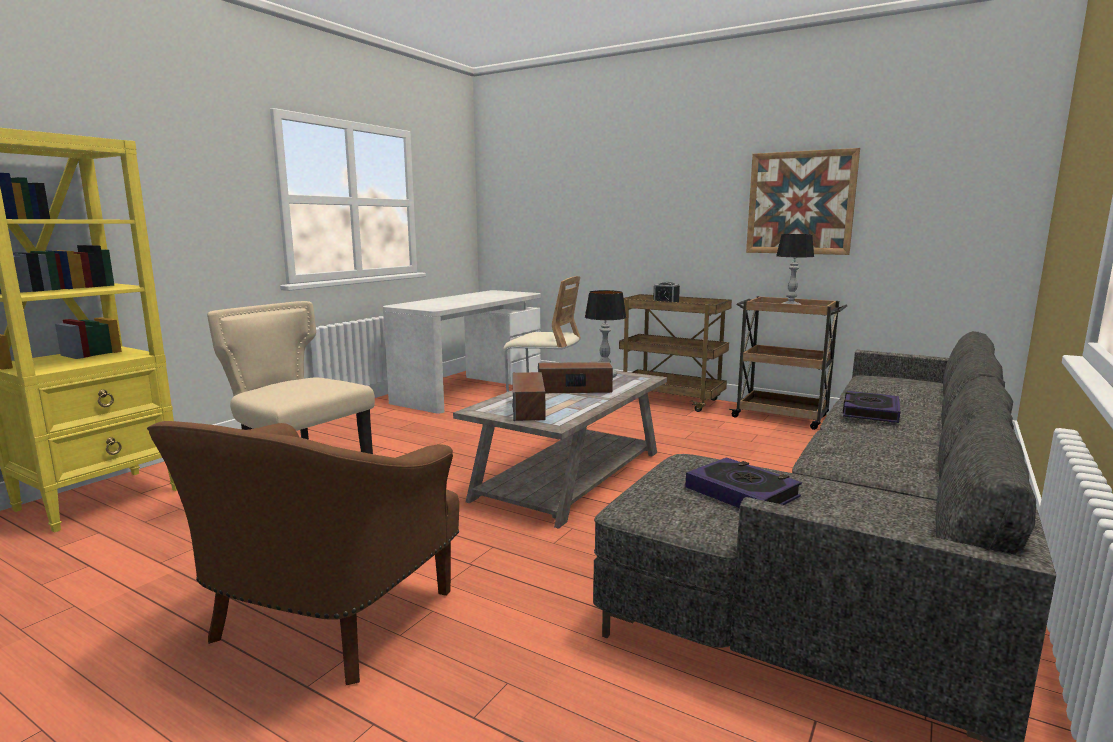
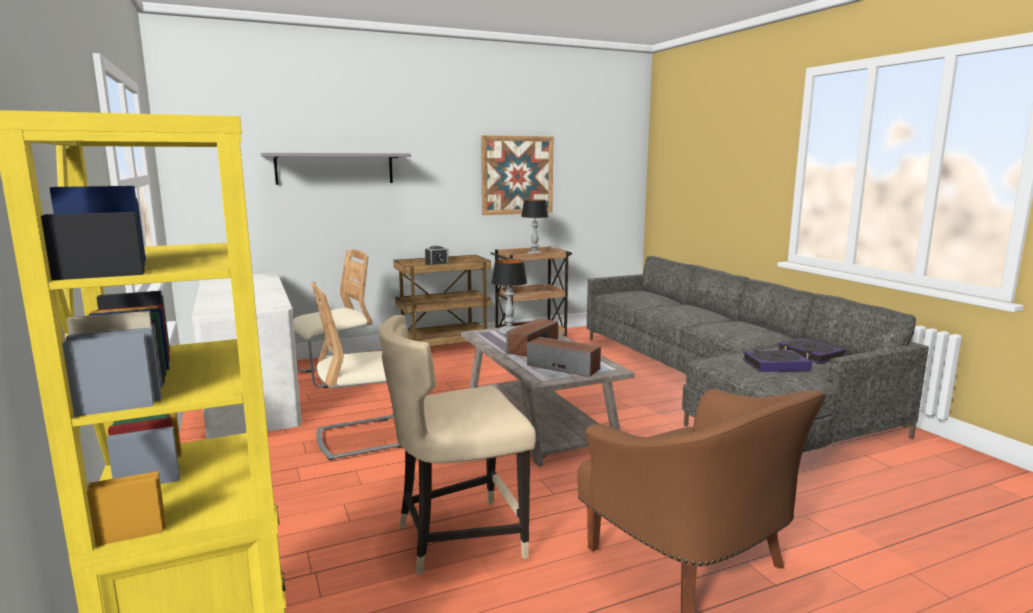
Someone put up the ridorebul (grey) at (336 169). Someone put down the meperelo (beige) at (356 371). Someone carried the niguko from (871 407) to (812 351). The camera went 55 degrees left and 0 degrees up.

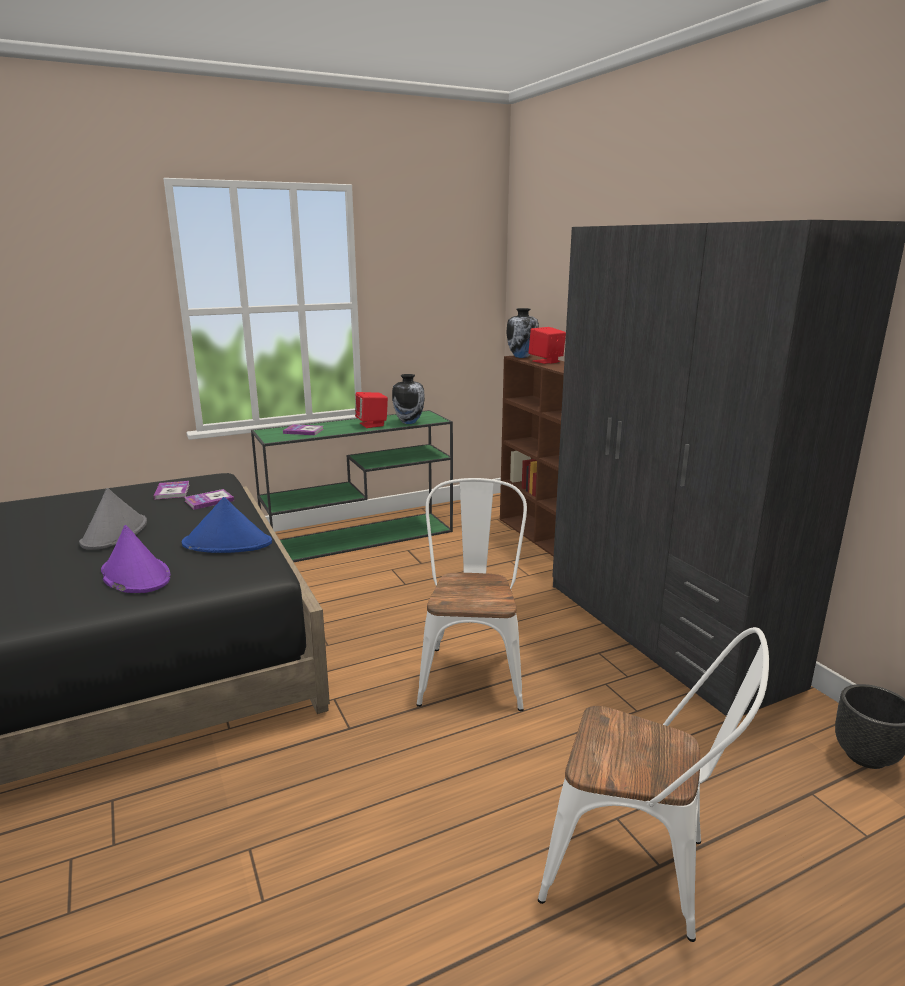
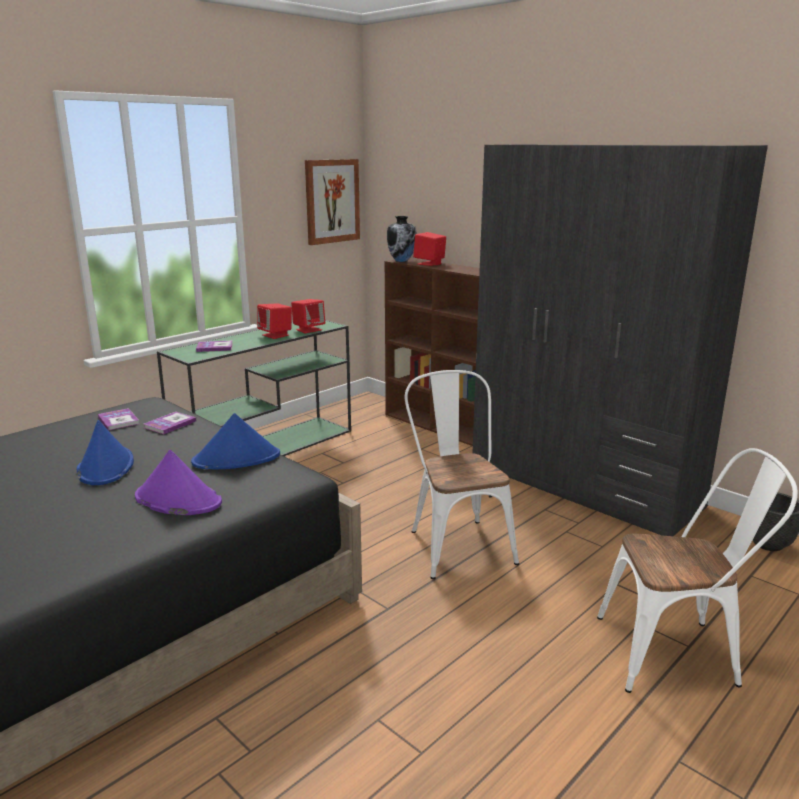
Someone put up the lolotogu at (332 202). Someone swapped the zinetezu at (408 399) for the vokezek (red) at (308 316). Someone repainted the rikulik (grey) at (113 519), which became the rikulik (blue) at (105 452). The camera went 20 degrees left and 0 degrees up.

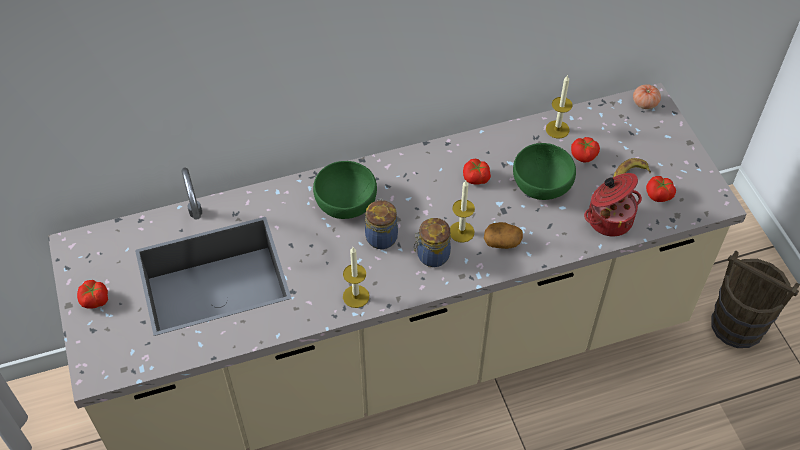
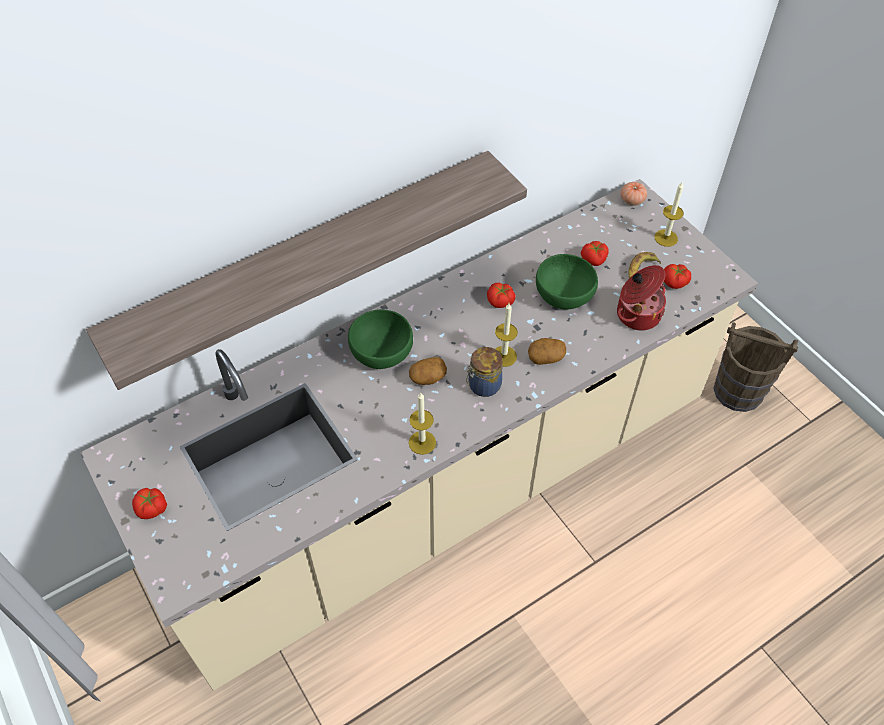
Someone put up the ridorebul at (306 270). Someone carried the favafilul from (559 107) to (669 214). Someone swapped the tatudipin at (381 224) for the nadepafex at (428 371). The camera went 15 degrees left and 0 degrees up.

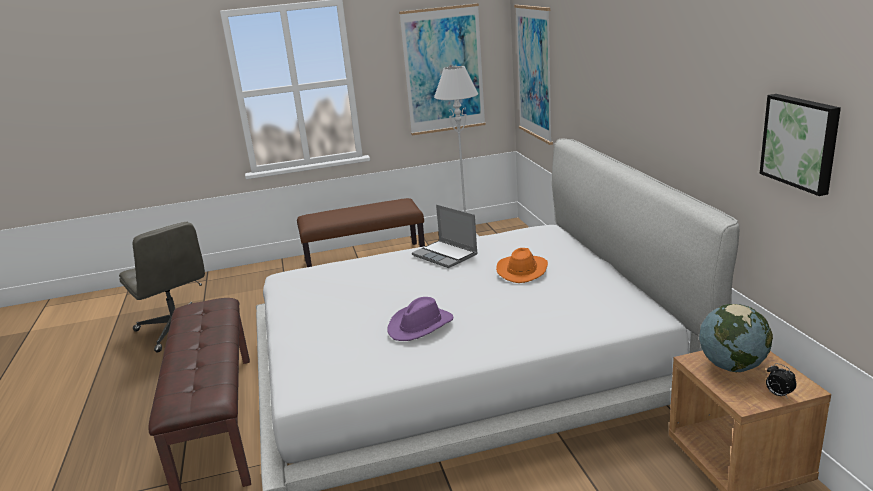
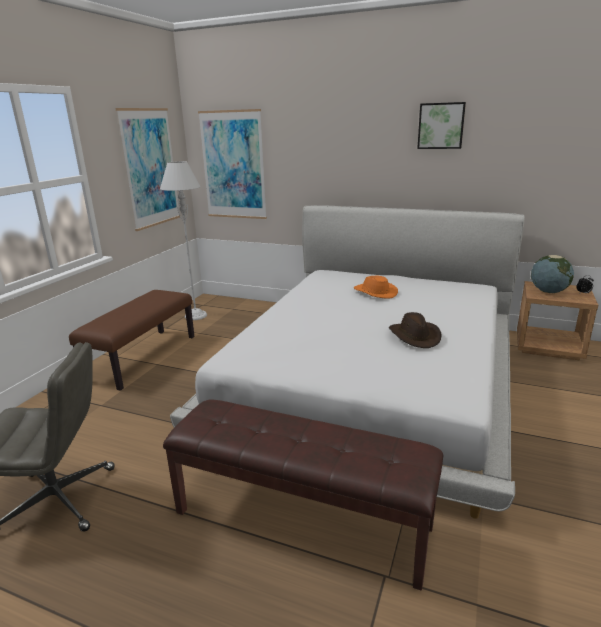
Someone took away the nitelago at (445 236). Someone carried the lolotogu from (800 145) to (441 125). Someone repainted the rikulik (purple) at (420 319), which became the rikulik (brown) at (415 330). The camera went 55 degrees left and 0 degrees up.

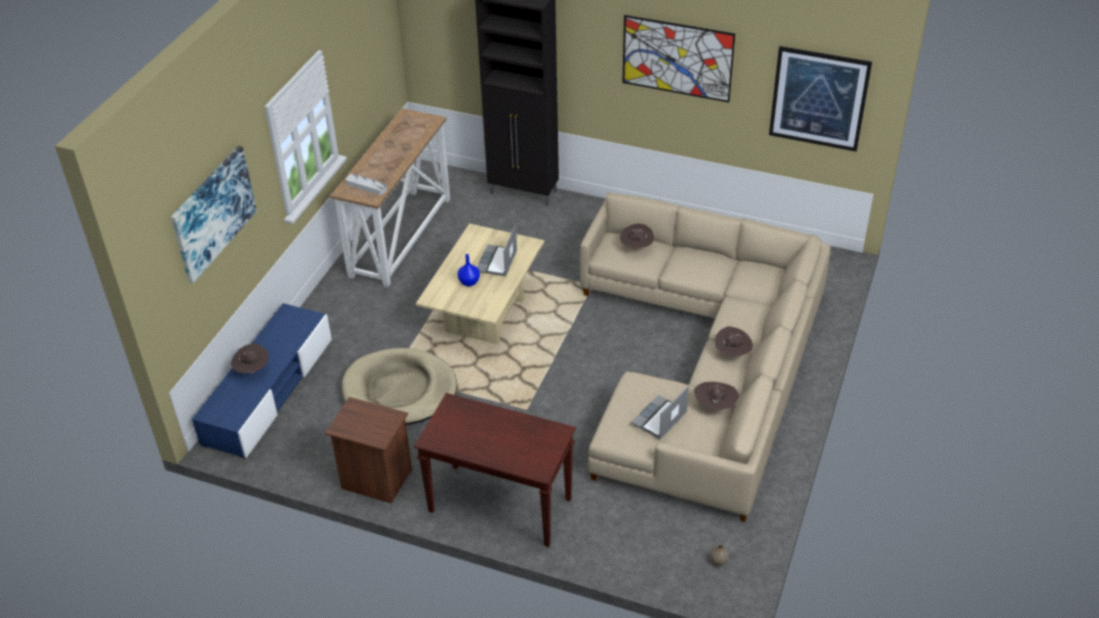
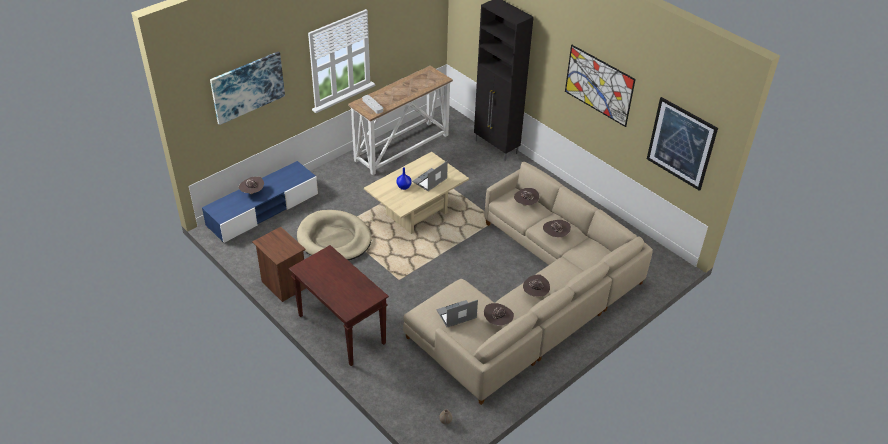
Someone put down the rikulik (brown) at (557 229). The camera went 25 degrees right and 0 degrees up.

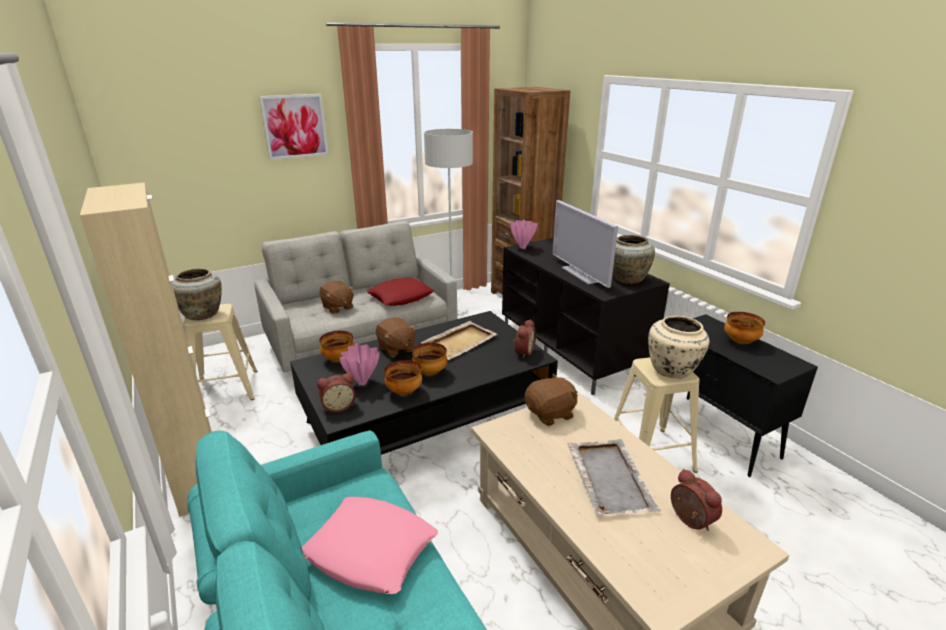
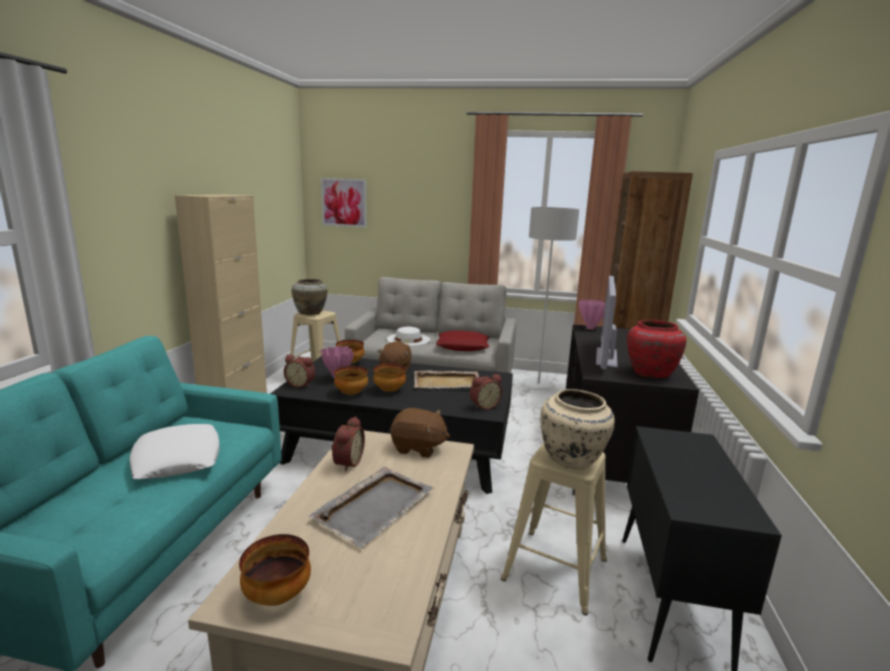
Someone carried the lolotogu from (294 127) to (344 203). Someone carried the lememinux from (696 500) to (348 444). Someone carried the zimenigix from (744 328) to (275 570). Someone swapped the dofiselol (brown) at (337 297) for the rikulik (white) at (408 336). Someone repainted the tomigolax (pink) at (370 545), which became the tomigolax (white) at (174 451). Someone repainted the zinetezu (beige) at (634 259), which became the zinetezu (red) at (656 349). The camera went 40 degrees right and 10 degrees down.

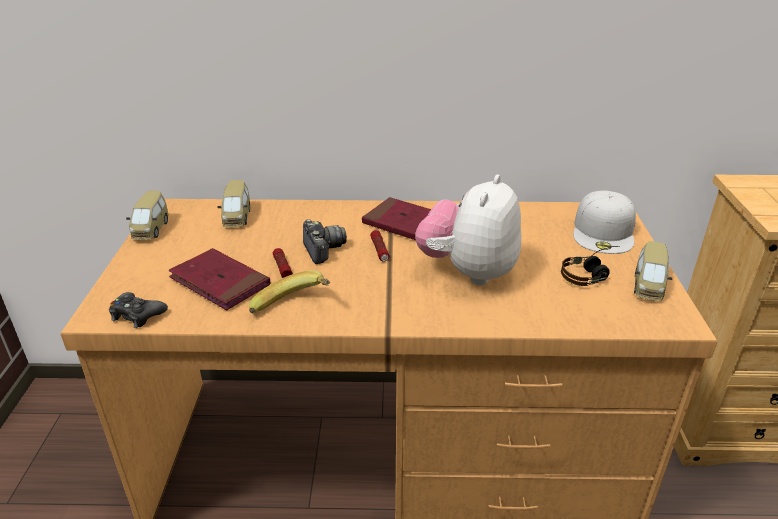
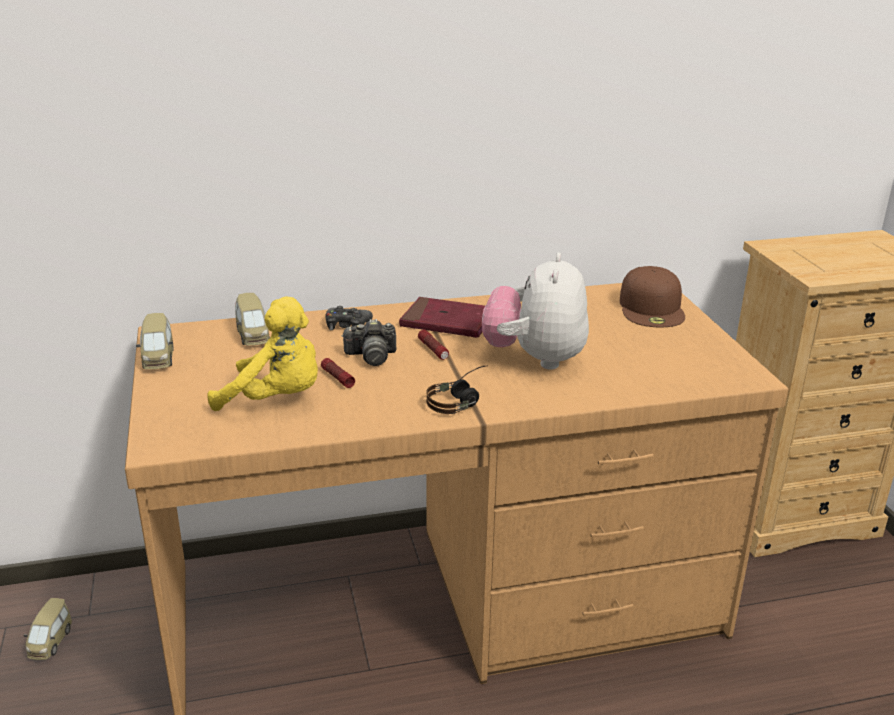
Someone took away the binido at (289 292). Someone carried the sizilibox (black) from (138 310) to (349 318). Someone carried the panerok from (590 266) to (457 389). Someone carried the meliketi from (653 271) to (48 629). Someone swapped the niguko (red) at (219 279) for the dofiselol (yellow) at (262 354). Someone repainted the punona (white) at (604 222), which became the punona (brown) at (652 296). Someone rotated the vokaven at (325 241) by 120 degrees clockwise. The camera went 15 degrees left and 5 degrees down.

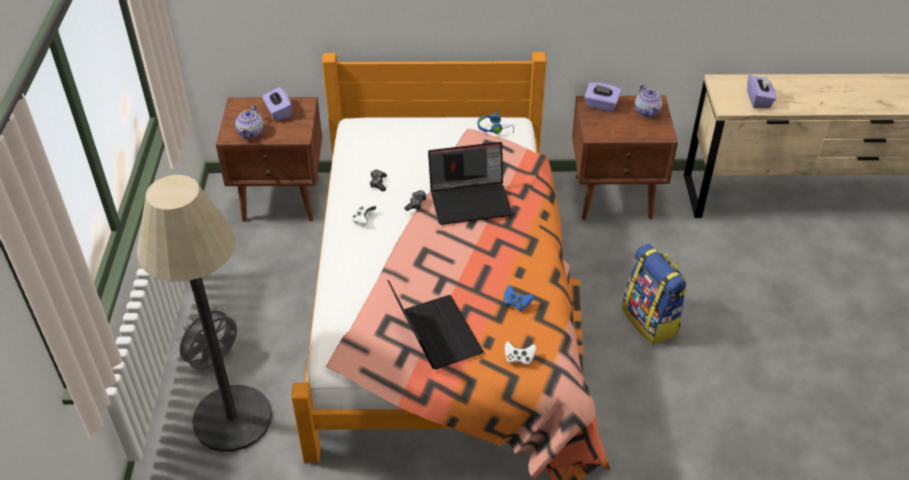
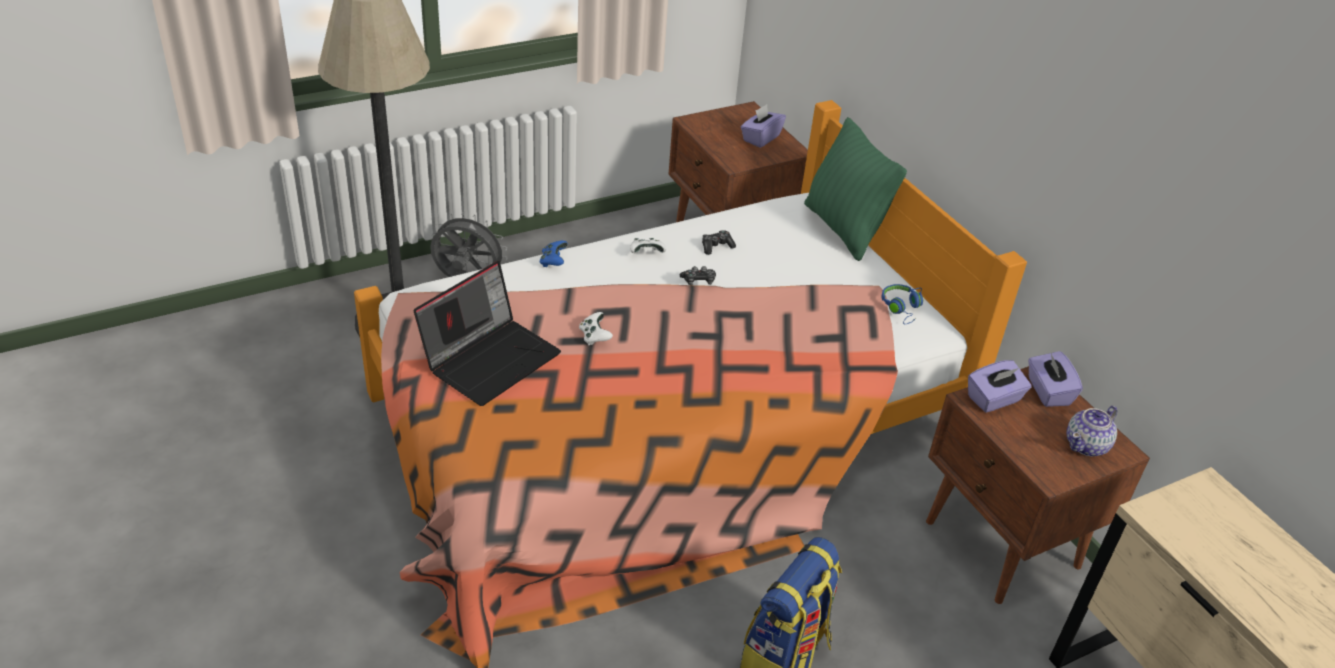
Someone took away the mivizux at (249 122). Someone took away the nitelago at (470 183). Someone put down the tomigolax (green) at (855 189). Someone carried the sizilibox (blue) from (518 298) to (554 254). Someone carried the sizilibox (white) from (520 353) to (596 328). Someone carried the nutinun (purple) from (761 91) to (1000 386). The camera went 60 degrees right and 5 degrees down.

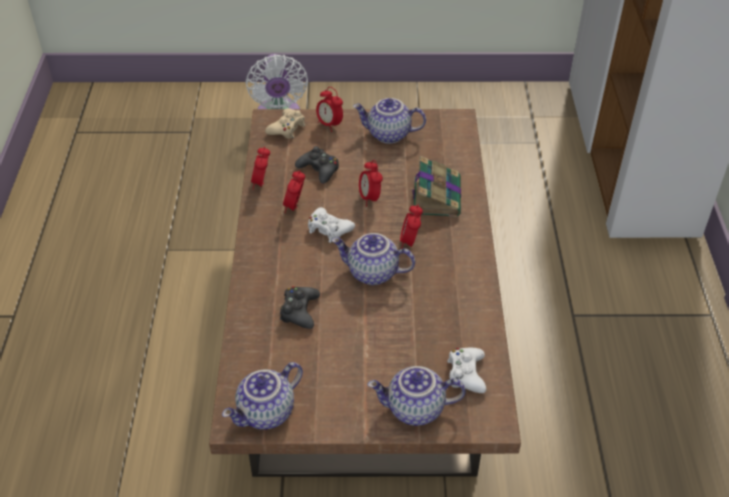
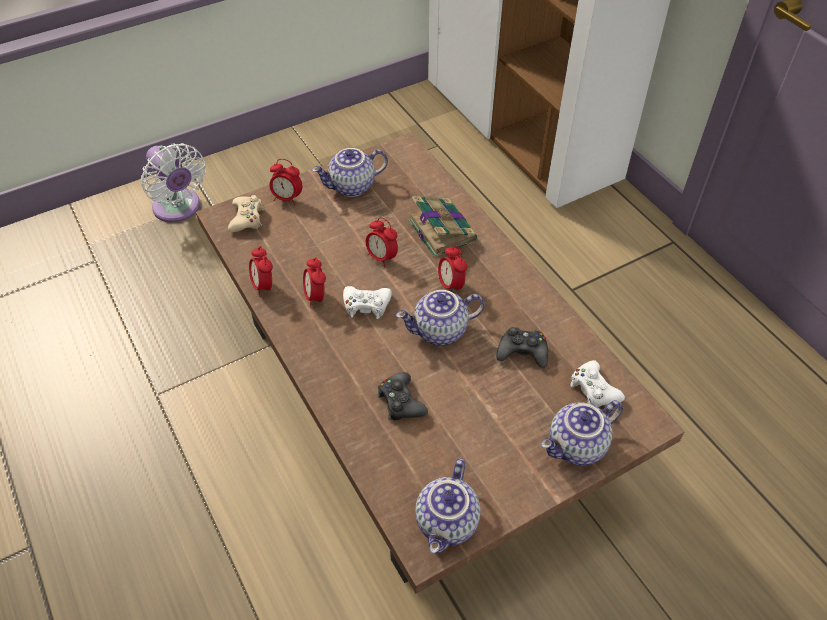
Someone carried the sizilibox (black) from (317 165) to (522 347). The camera went 30 degrees left and 5 degrees up.

